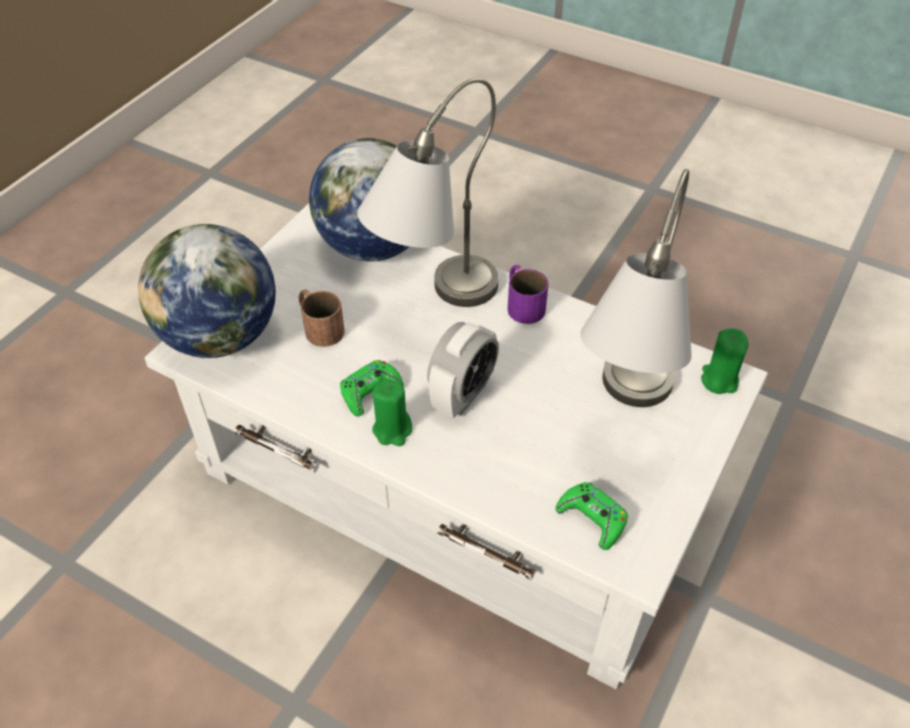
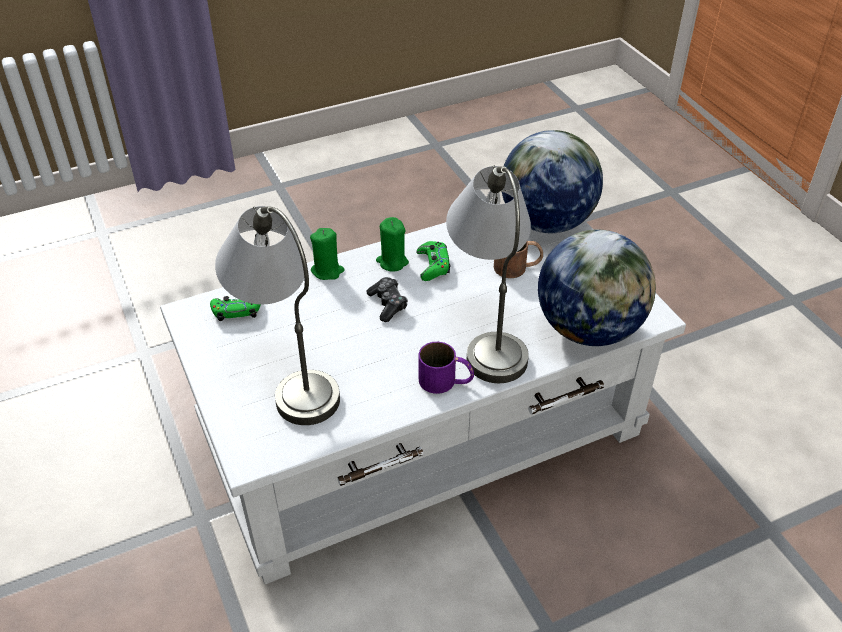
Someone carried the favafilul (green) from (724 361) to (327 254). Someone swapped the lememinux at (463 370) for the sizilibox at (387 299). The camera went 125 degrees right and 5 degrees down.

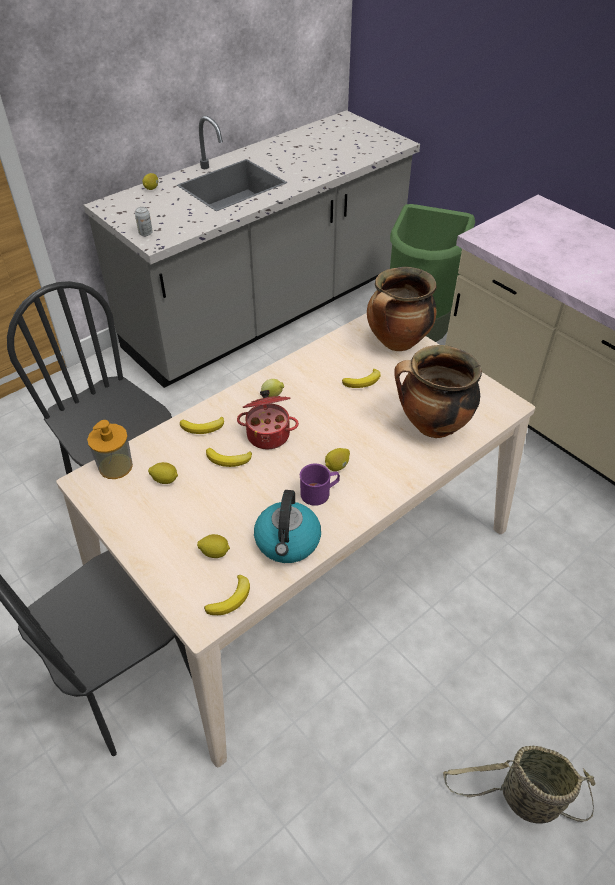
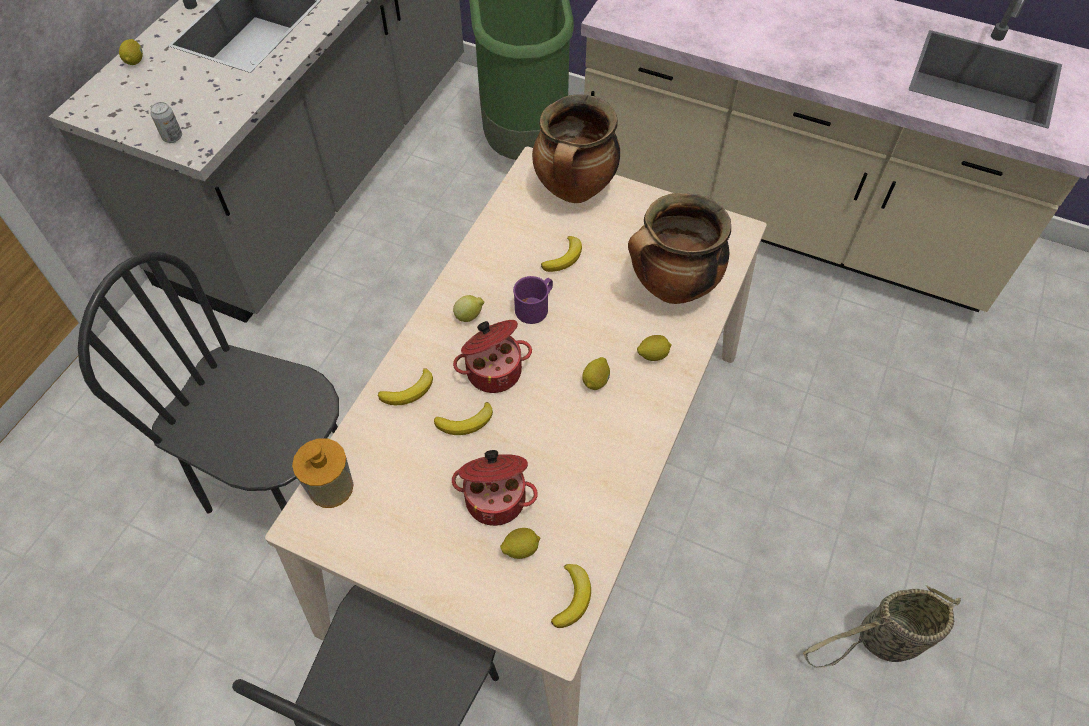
Someone took away the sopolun at (287 526). Someone put down the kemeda at (495 488). Someone carried the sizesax from (163 473) to (654 348). Someone carried the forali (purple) from (320 485) to (533 300). The camera went 25 degrees left and 10 degrees up.

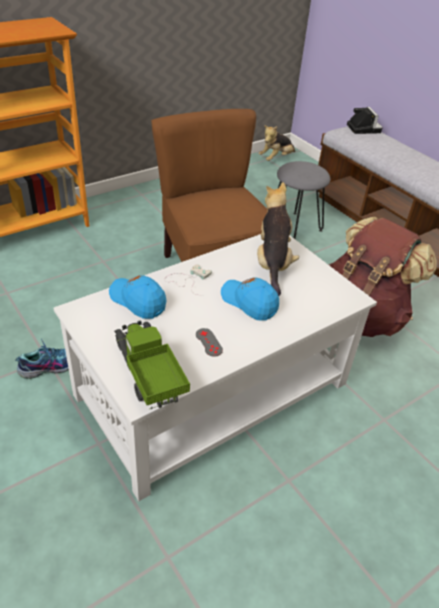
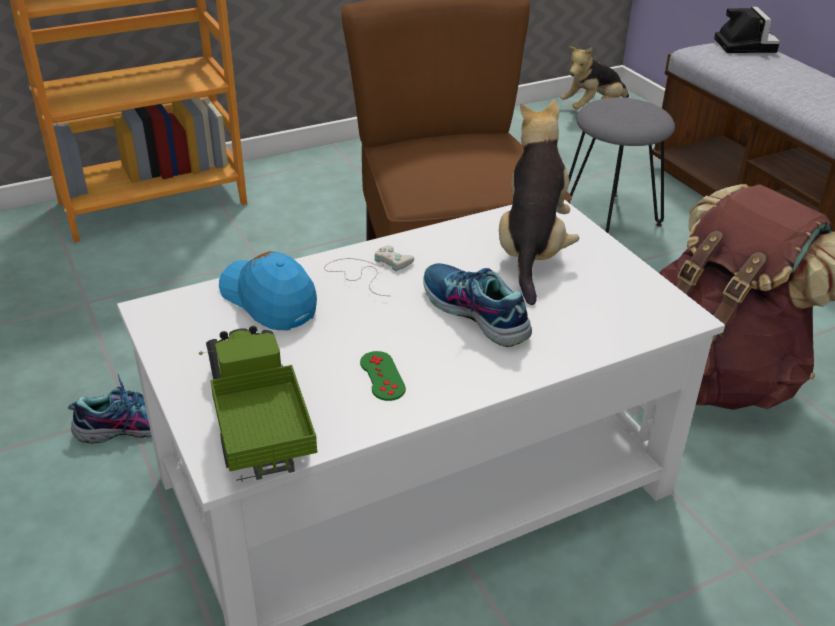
Someone swapped the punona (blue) at (250 299) for the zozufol at (477 305). Someone repainted the sizilibox (grey) at (209 342), which became the sizilibox (green) at (383 376). The camera went 10 degrees right and 5 degrees down.

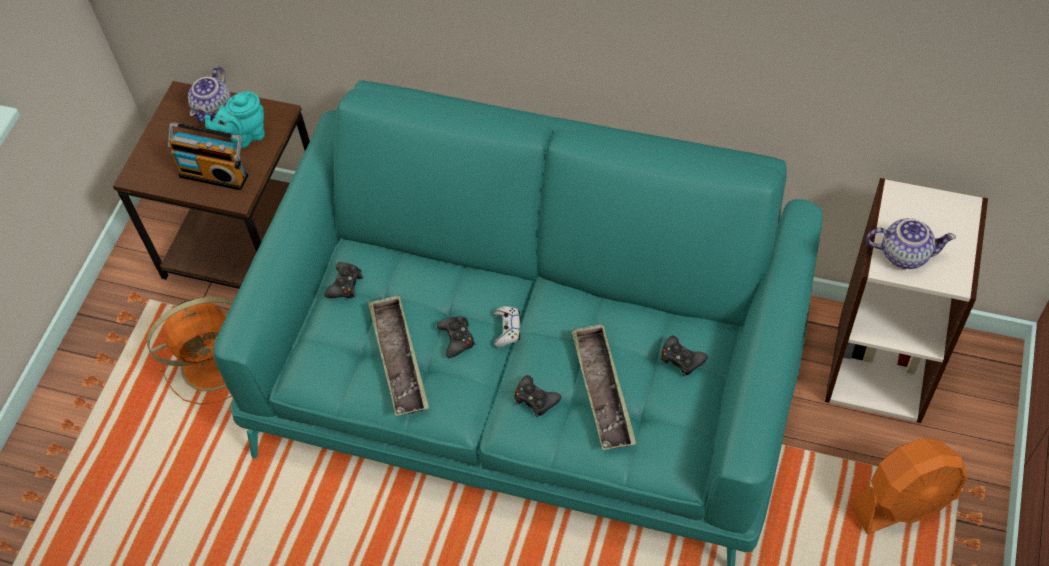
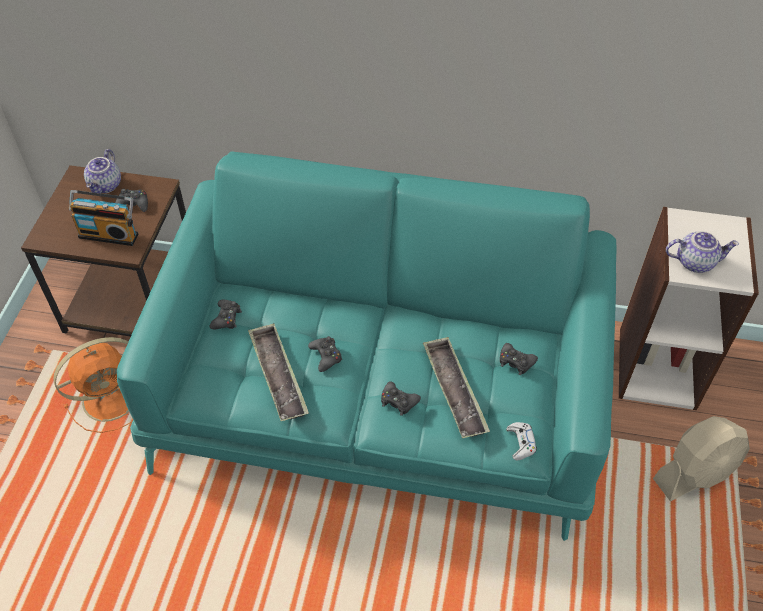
Someone carried the sizilibox (white) from (507 326) to (521 441). Someone swapped the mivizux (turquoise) at (235 119) for the sizilibox (black) at (131 200). Someone repainted the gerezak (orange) at (908 486), which became the gerezak (beige) at (701 458). The camera went 10 degrees left and 5 degrees down.

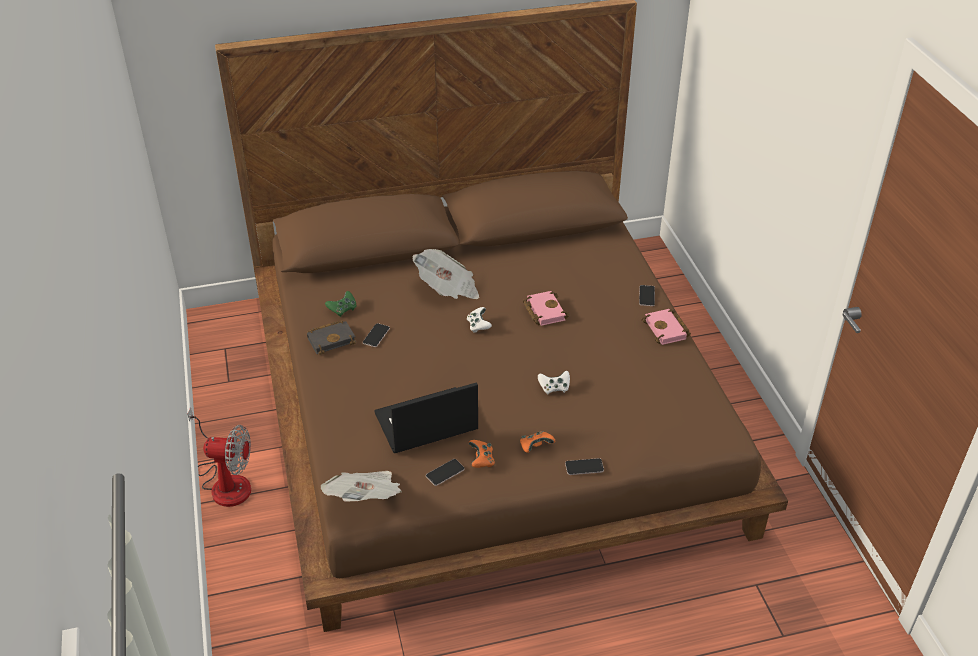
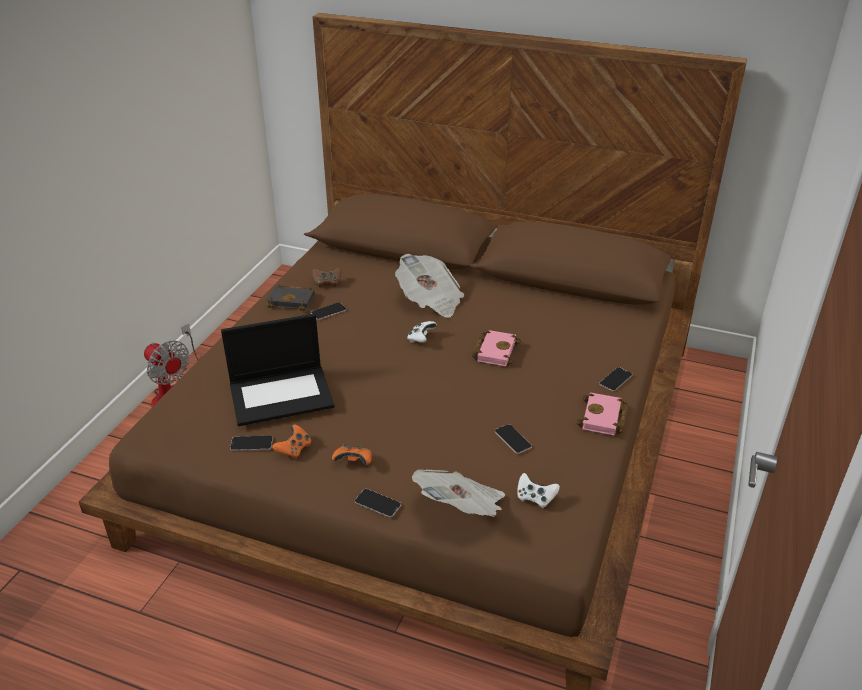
Someone put down the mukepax at (513 439). Someone carried the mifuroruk from (361 486) to (458 493). Someone carried the sizilibox (white) from (554 383) to (539 491). Someone repainted the sizilibox (green) at (340 304), which became the sizilibox (brown) at (327 277). Someone rotated the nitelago at (426 418) by 150 degrees clockwise. The camera went 35 degrees right and 5 degrees down.

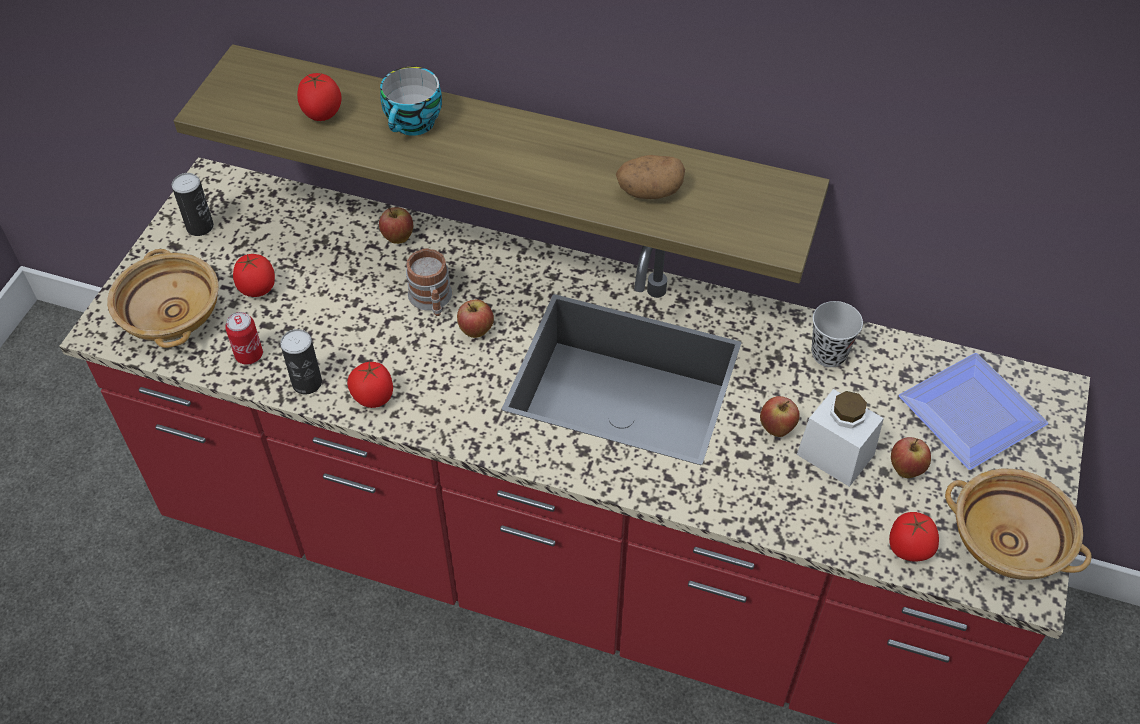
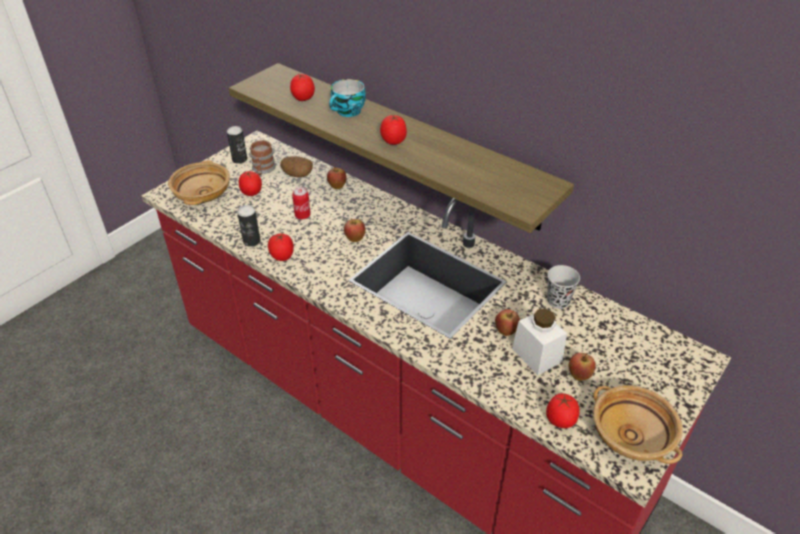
Someone took away the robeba at (973 411). Someone put down the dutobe at (393 130). Someone carried the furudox from (244 338) to (301 203). Someone carried the forali from (429 282) to (263 157). Someone carried the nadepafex from (650 177) to (296 166). The camera went 20 degrees right and 10 degrees down.

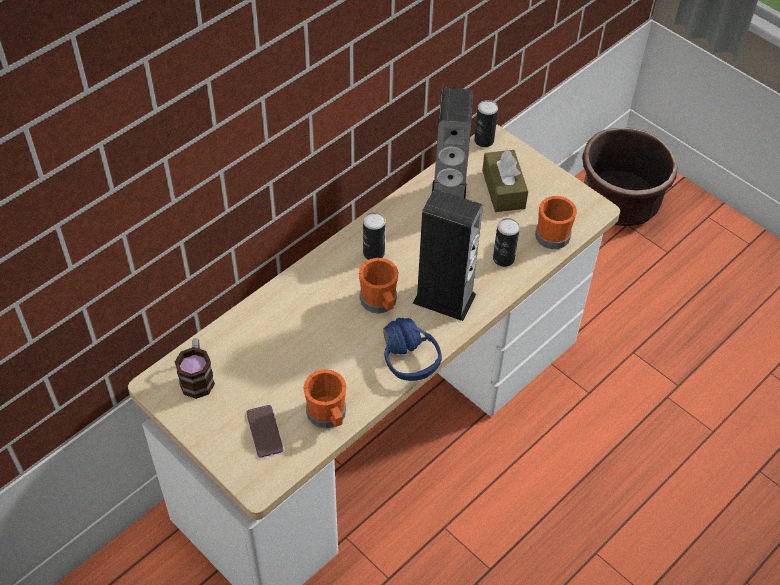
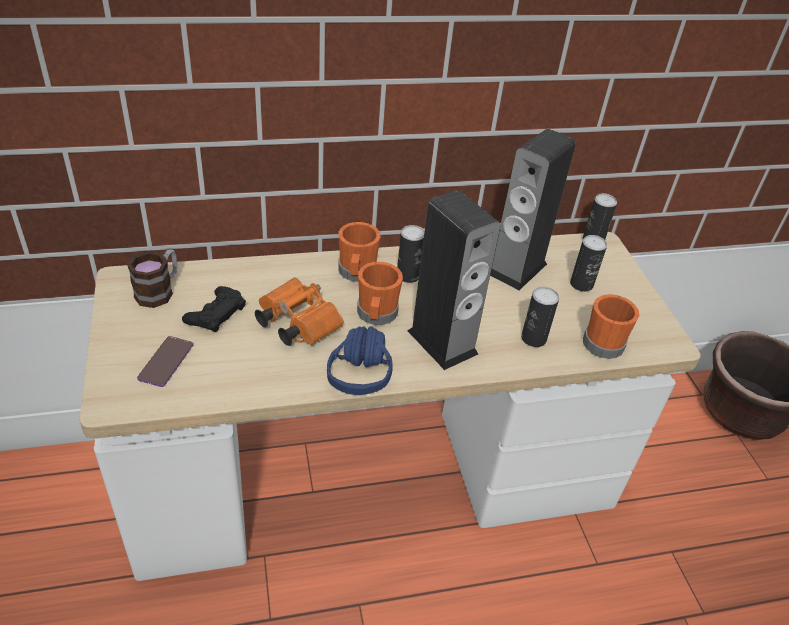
Someone put down the sizilibox (black) at (214 309). Someone put down the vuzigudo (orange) at (299 311). Someone carried the forali (orange) from (325 399) to (359 252). Someone swapped the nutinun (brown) at (505 180) for the furudox at (588 263). The camera went 30 degrees right and 10 degrees down.

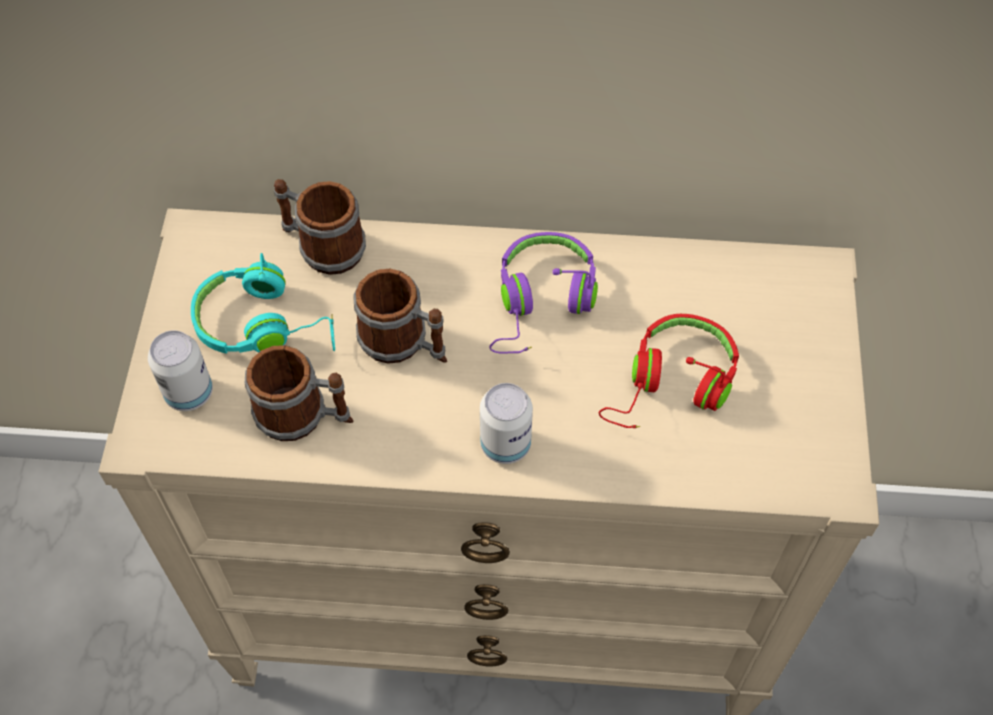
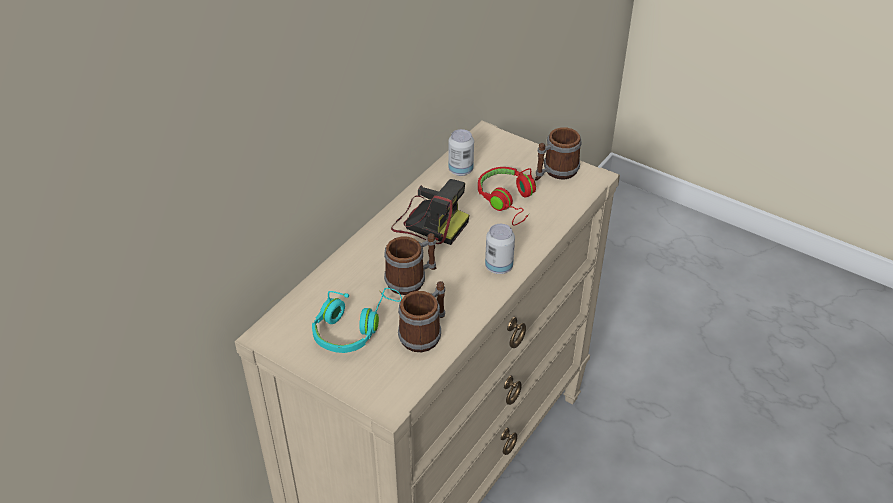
Someone carried the furudox from (180 370) to (461 152). Someone carried the forali from (320 227) to (558 154). Someone swapped the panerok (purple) at (543 292) for the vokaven at (430 212). The camera went 60 degrees left and 15 degrees down.

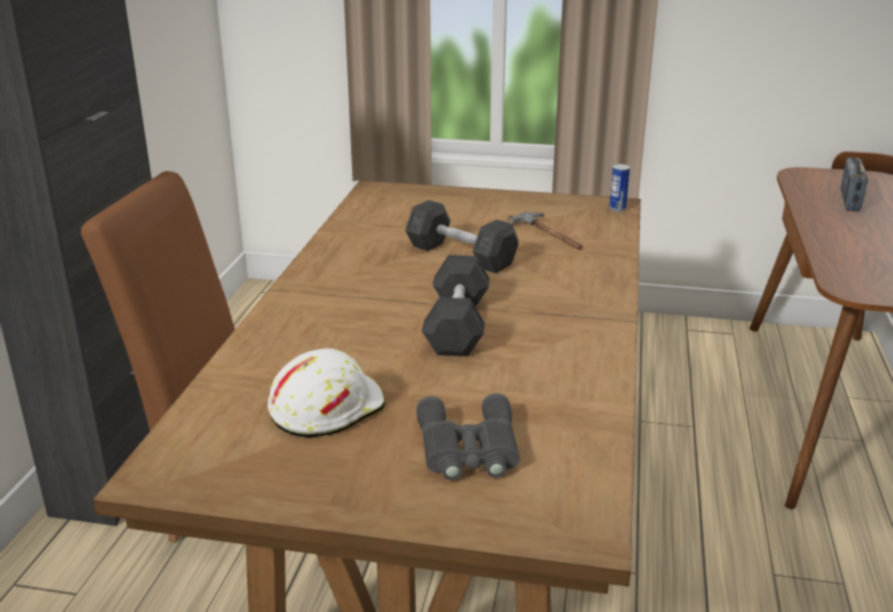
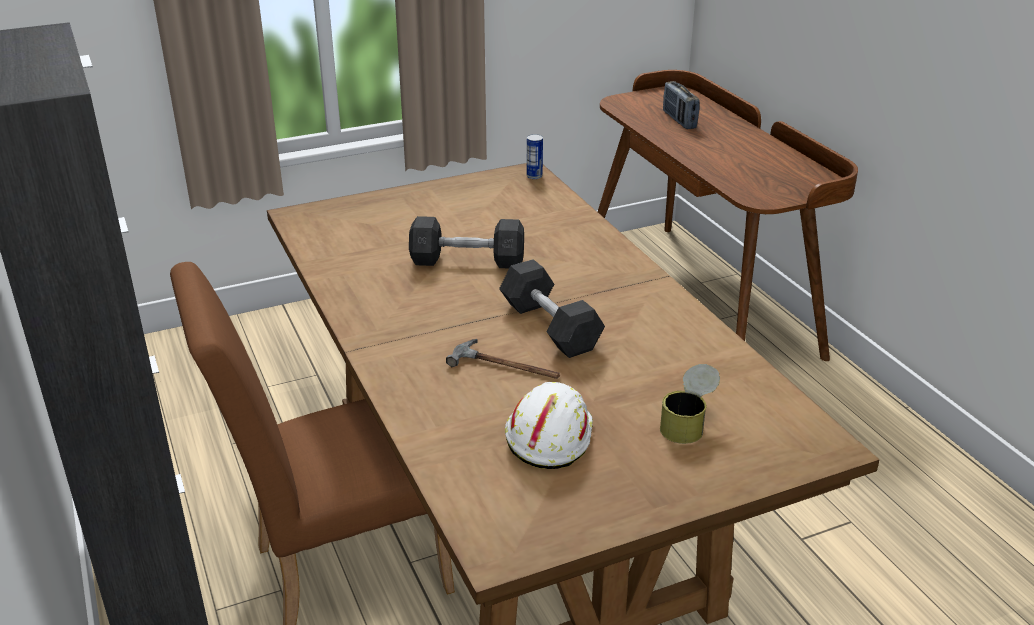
Someone carried the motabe from (545 231) to (503 359). Someone swapped the vuzigudo (grey) at (468 436) for the furudox at (690 404). The camera went 35 degrees left and 5 degrees up.

